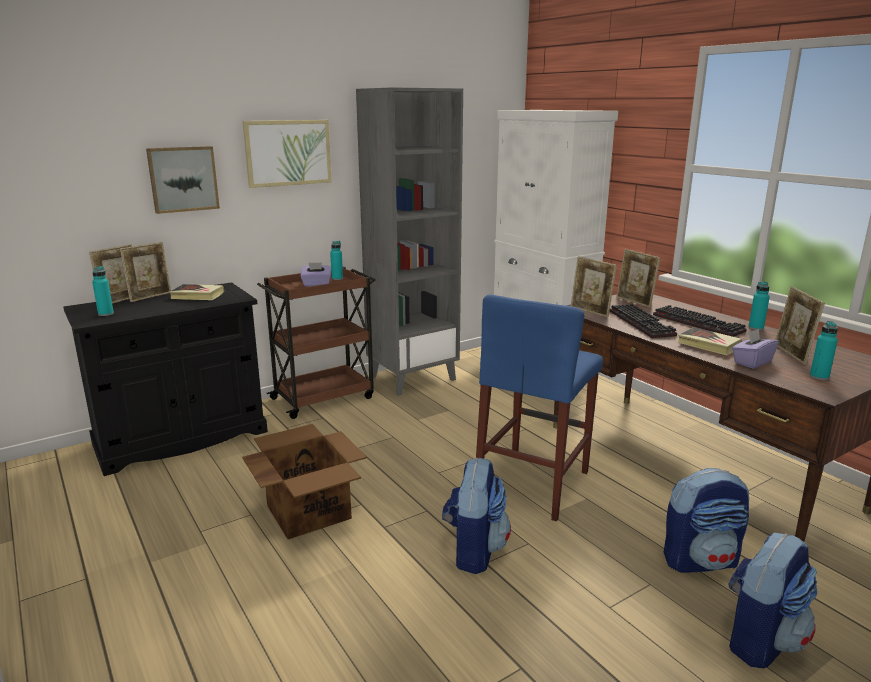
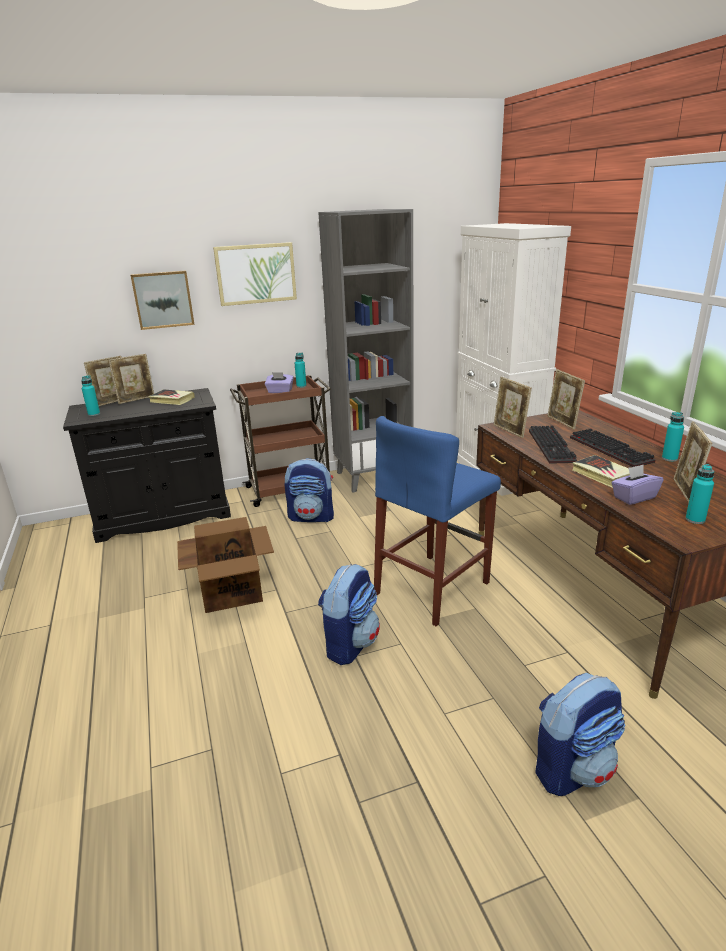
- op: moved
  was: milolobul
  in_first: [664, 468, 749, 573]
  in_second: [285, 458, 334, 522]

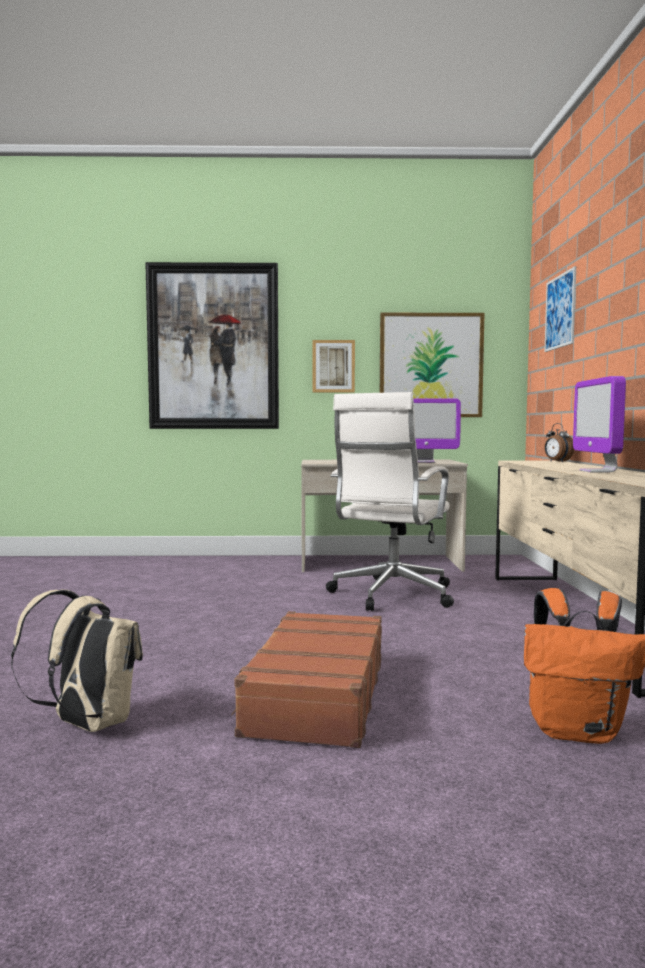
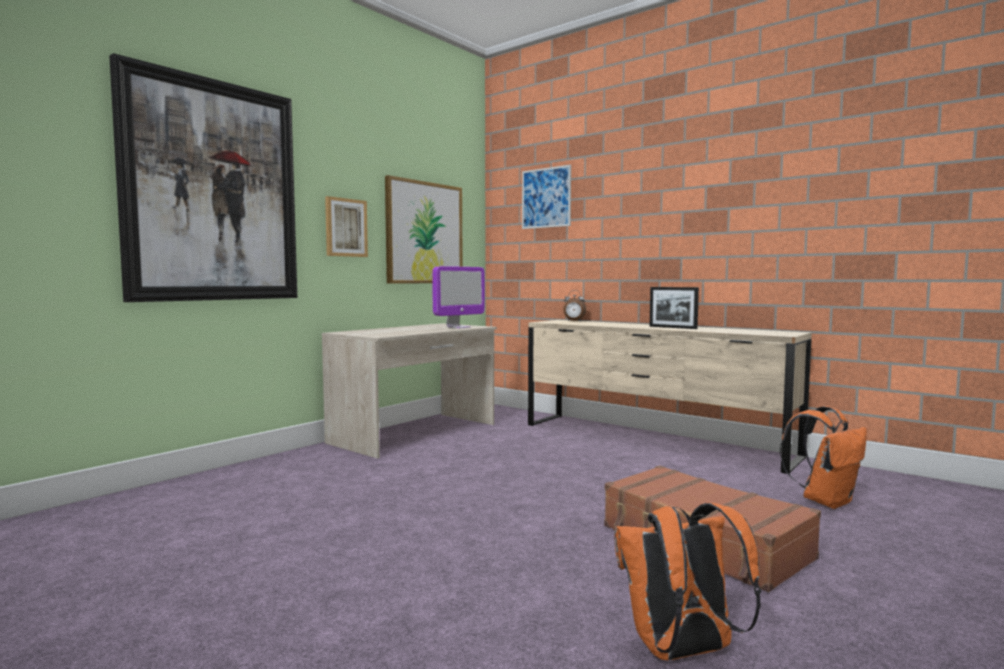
- op: removed
  was: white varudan
  in_first: [326, 392, 454, 611]
- op: replaced
  was: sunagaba
  now: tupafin
  in_first: [573, 376, 626, 472]
  in_second: [650, 287, 699, 329]
- op: recoloured
  was: beige milolobul
  now: orange milolobul
  in_first: [11, 590, 143, 732]
  in_second: [614, 502, 761, 661]

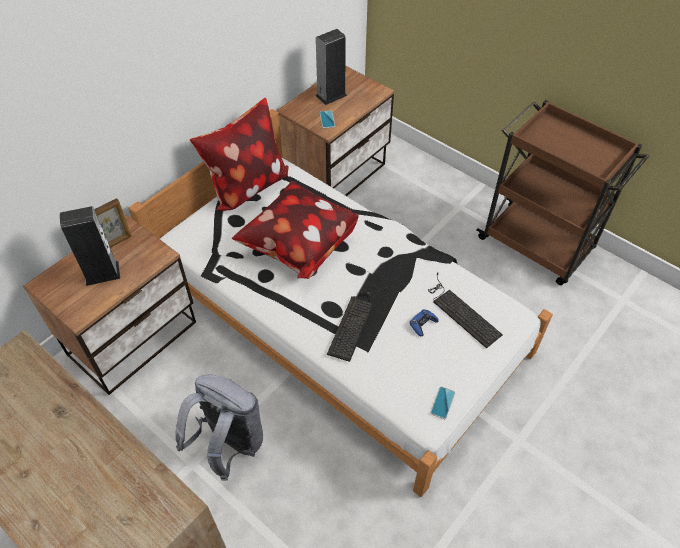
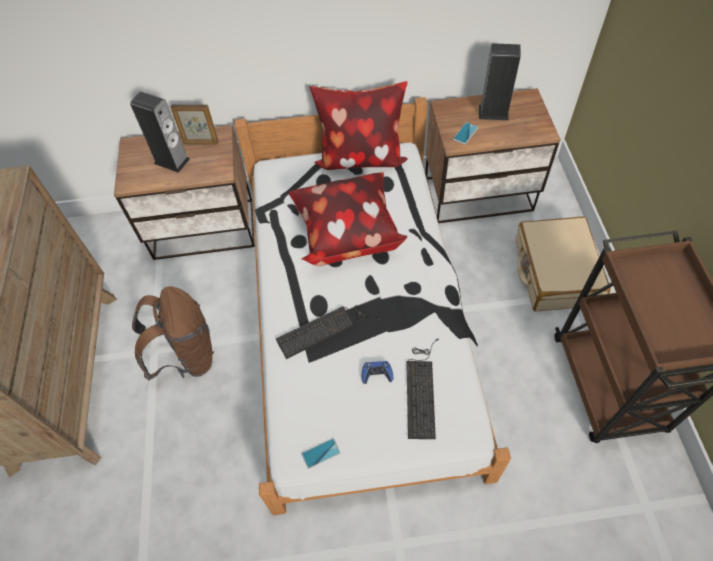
- op: added
  now: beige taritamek
  in_second: [515, 217, 611, 311]
- op: recoloured
  was: grey milolobul
  now: brown milolobul
  in_first: [175, 374, 263, 481]
  in_second: [132, 286, 214, 381]

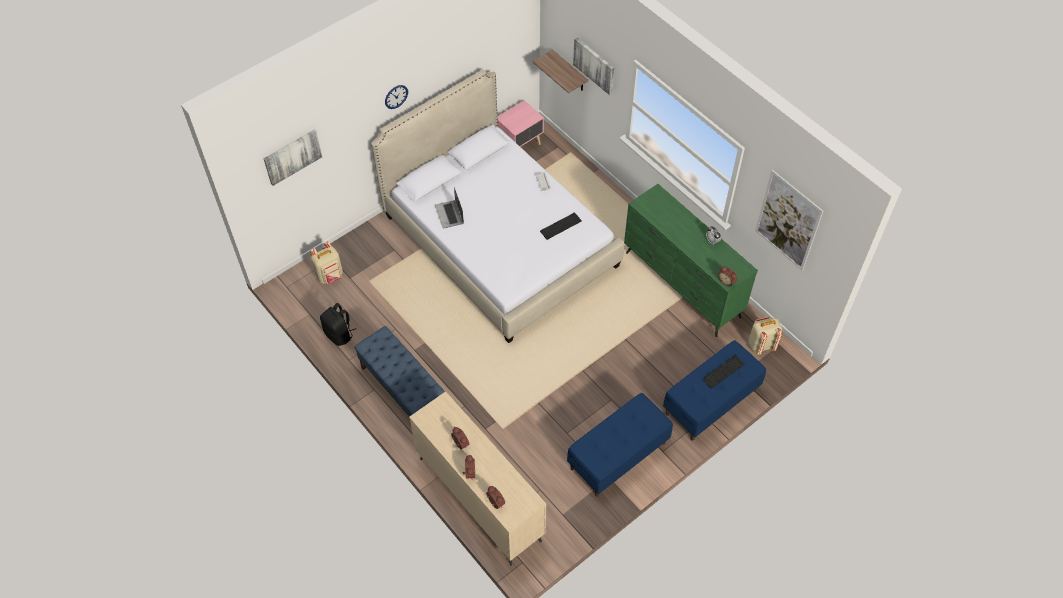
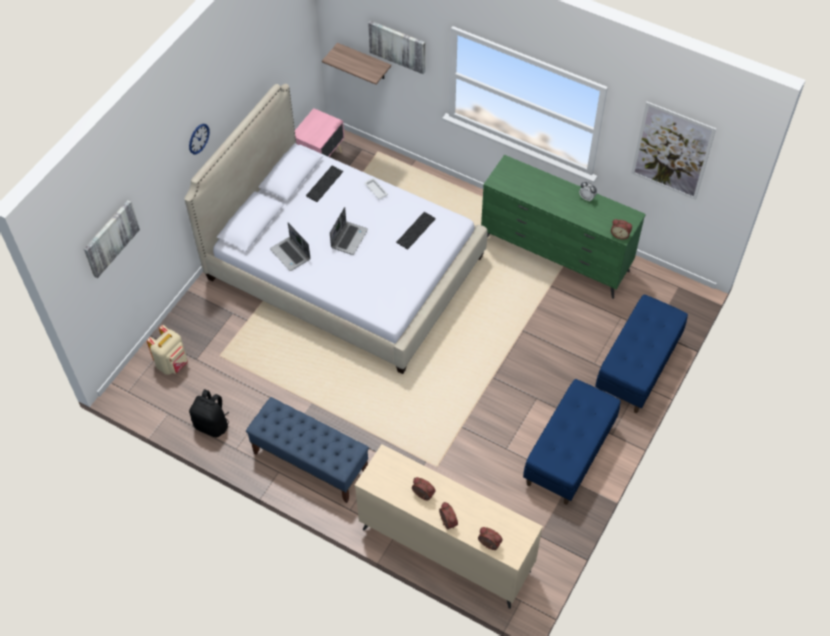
- op: removed
  was: beige milolobul
  in_first: [748, 317, 782, 355]
- op: added
  now: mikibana
  in_second: [330, 207, 368, 255]
- op: moved
  was: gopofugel
  in_first: [702, 355, 745, 389]
  in_second: [306, 166, 343, 202]

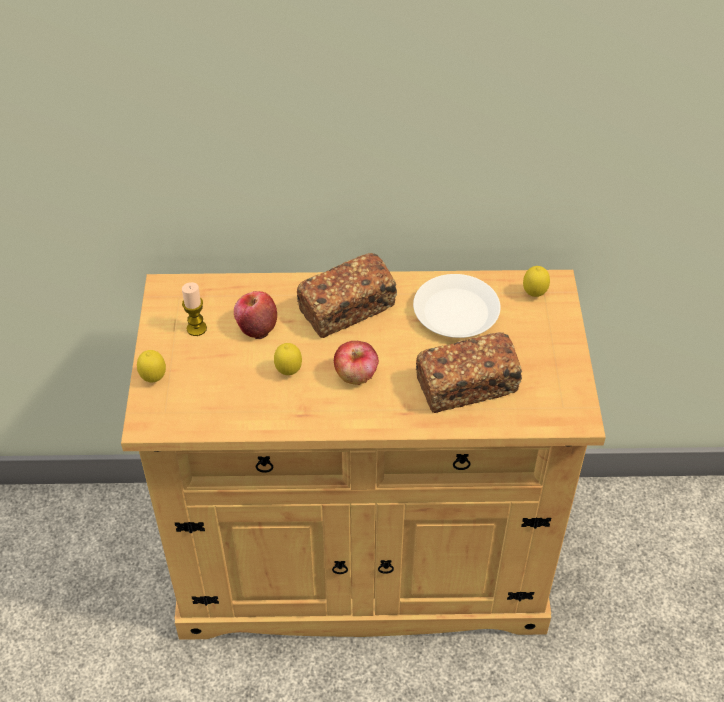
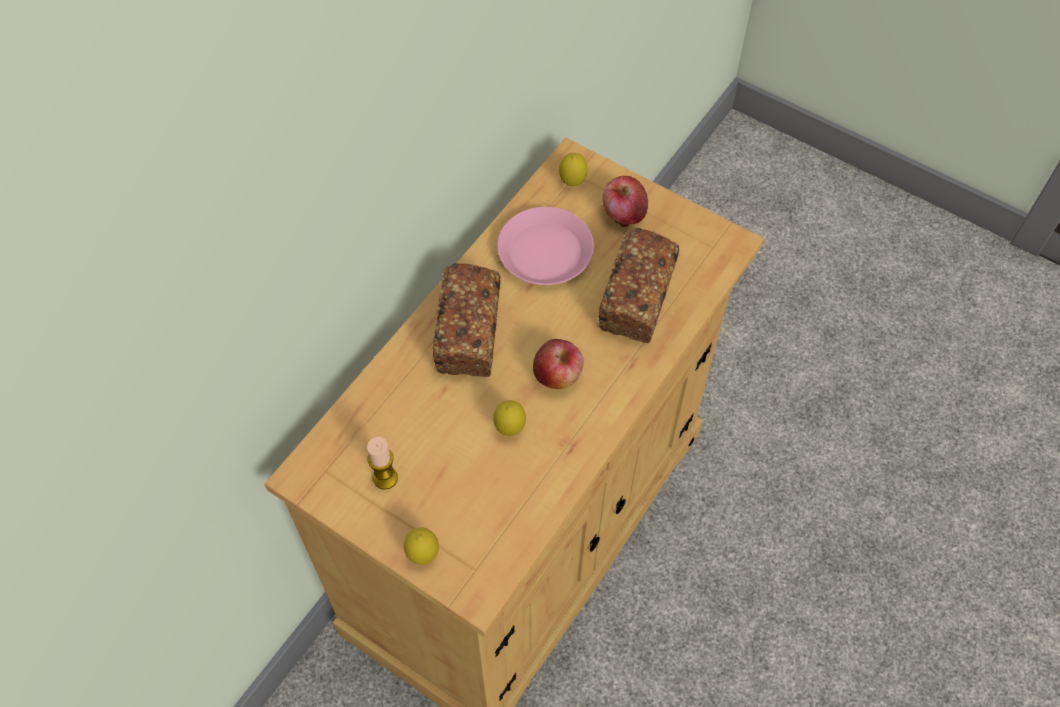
- op: moved
  was: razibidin
  in_first: [234, 291, 277, 339]
  in_second: [602, 176, 648, 227]
- op: recoloured
  was: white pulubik
  now: pink pulubik
  in_first: [413, 274, 501, 338]
  in_second: [497, 207, 594, 285]

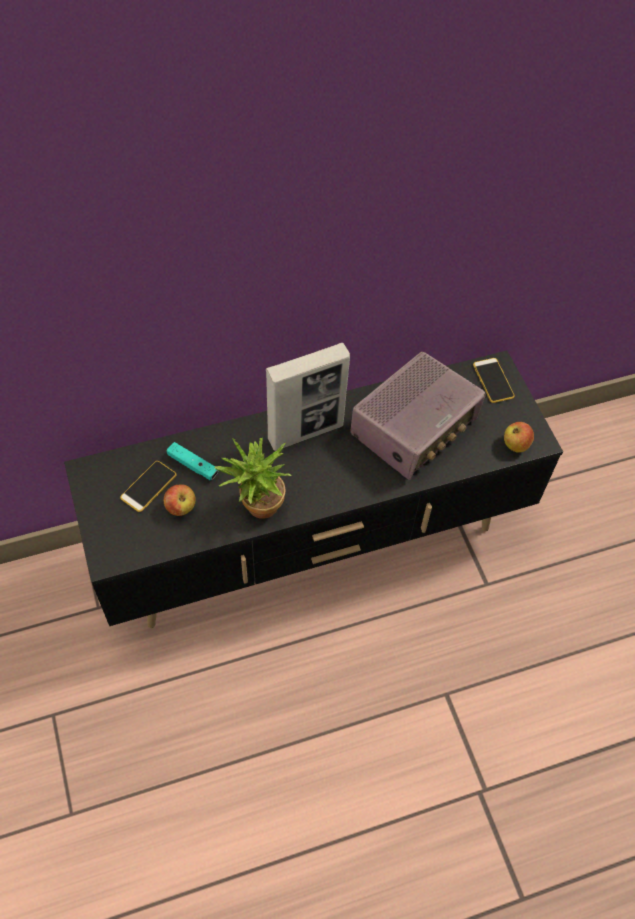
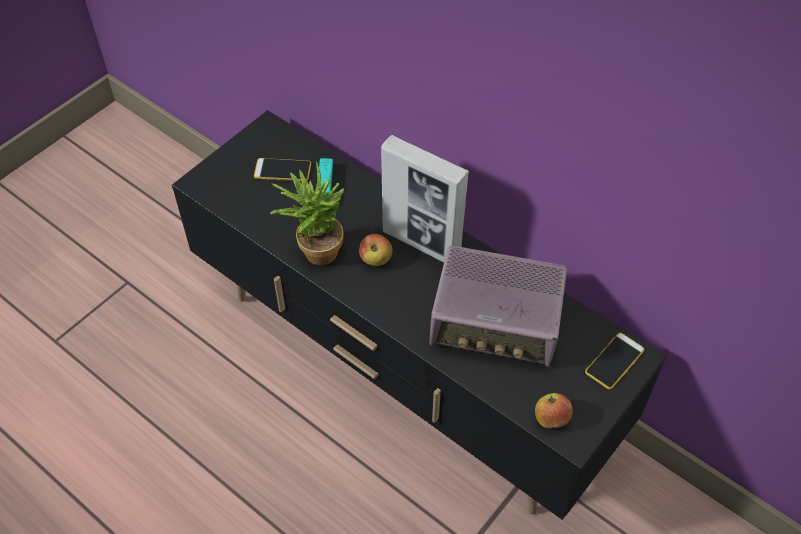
- op: moved
  was: razibidin
  in_first: [164, 485, 196, 516]
  in_second: [359, 234, 392, 266]

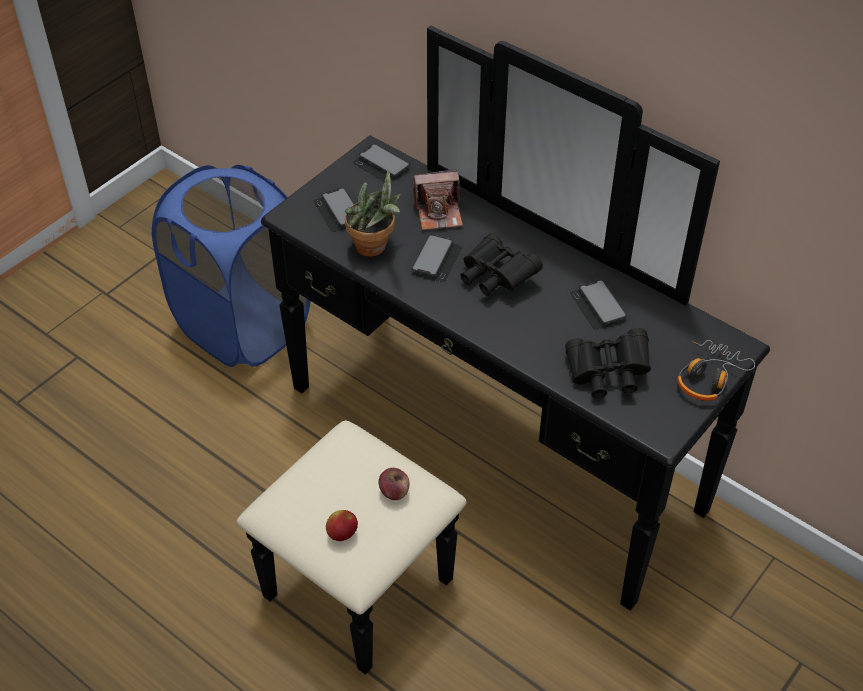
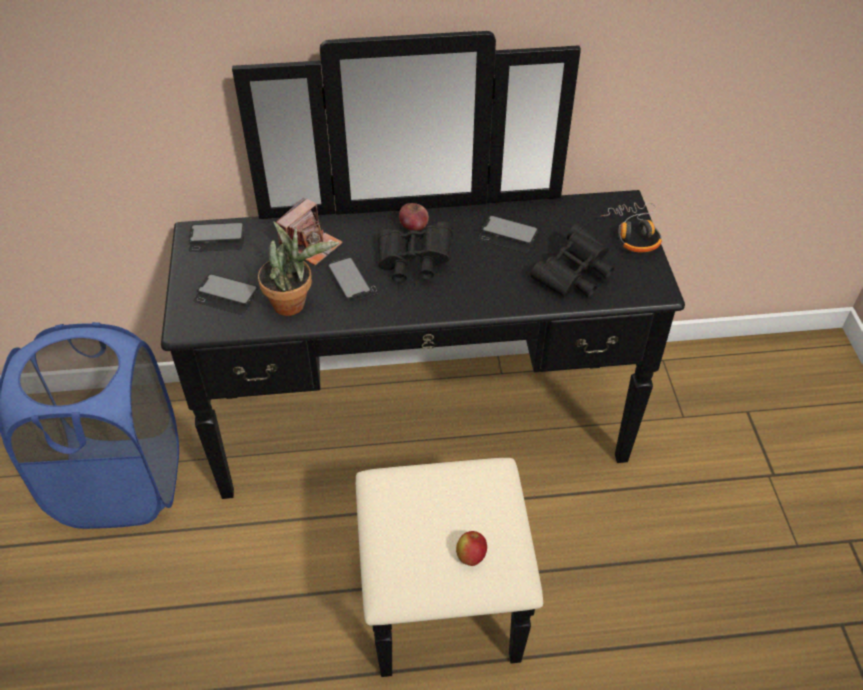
- op: moved
  was: razibidin
  in_first: [379, 468, 410, 500]
  in_second: [399, 203, 429, 231]

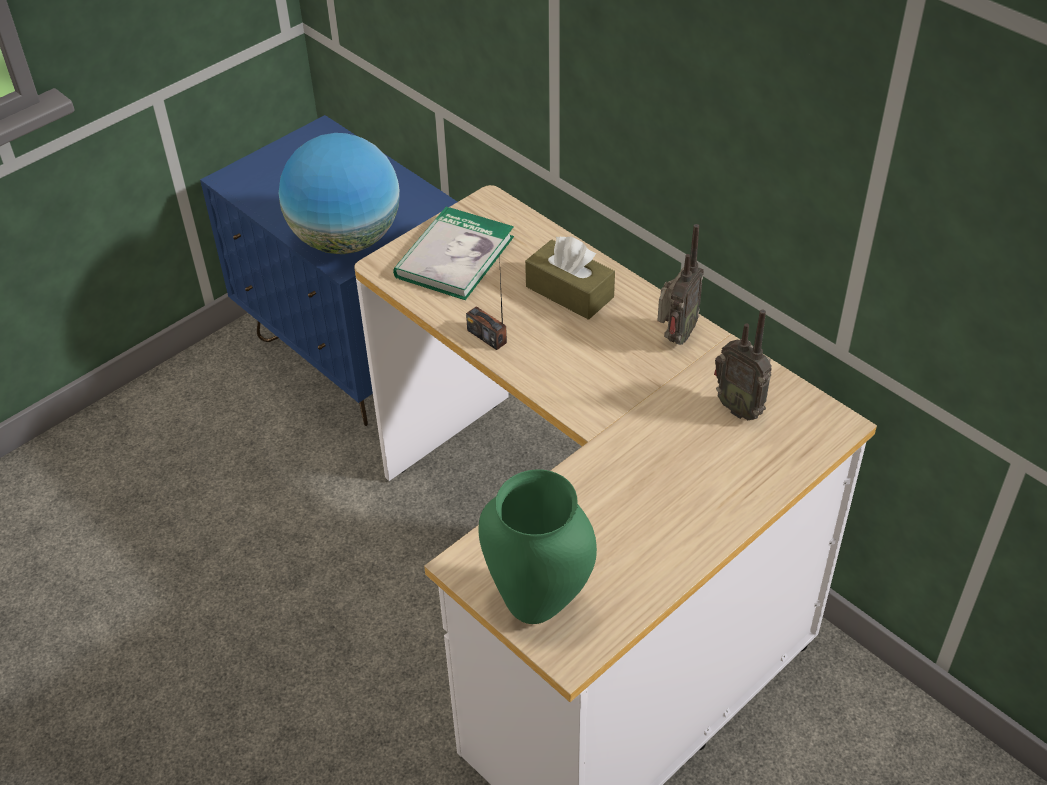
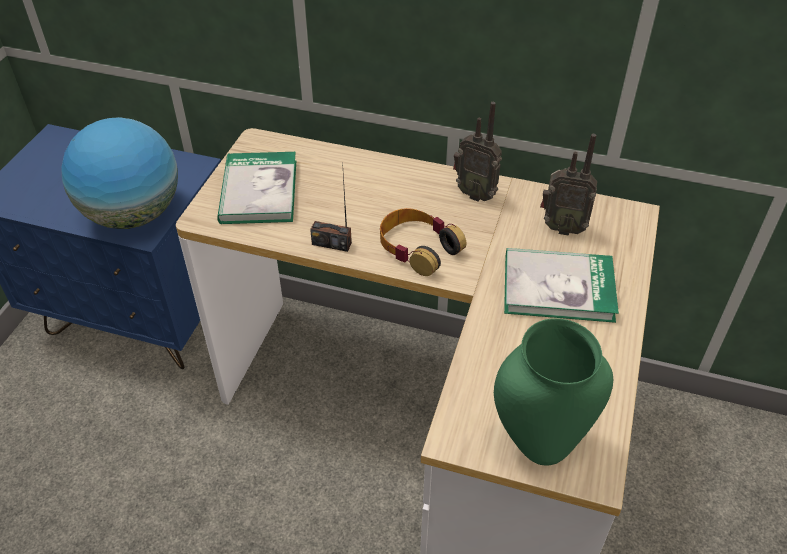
- op: removed
  was: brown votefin
  in_first: [525, 236, 615, 320]
- op: added
  now: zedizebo
  in_second: [380, 208, 466, 276]
- op: added
  now: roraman
  in_second: [504, 248, 619, 323]
- op: turned
  was: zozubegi
  in_first: [657, 224, 704, 345]
  in_second: [453, 102, 502, 201]
  clockwise: 120

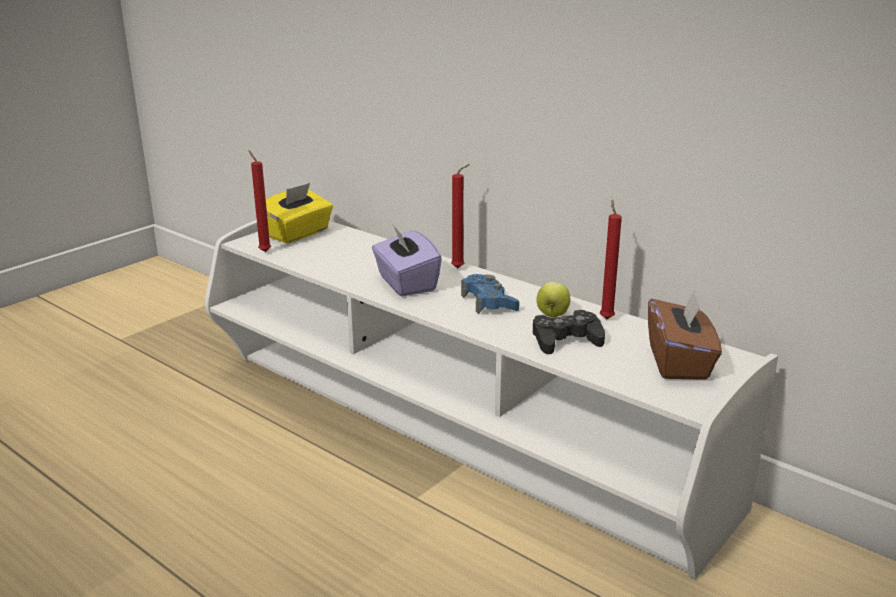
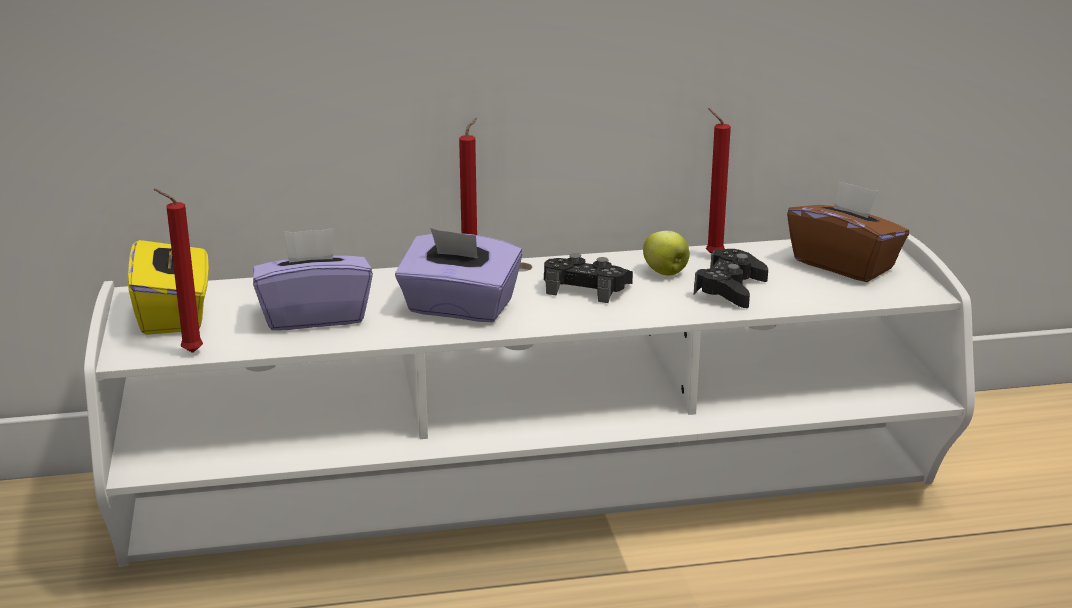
- op: added
  now: purple votefin
  in_second: [253, 228, 373, 331]
- op: recoloured
  was: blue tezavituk
  now: black tezavituk
  in_first: [461, 274, 519, 314]
  in_second: [544, 253, 633, 303]

